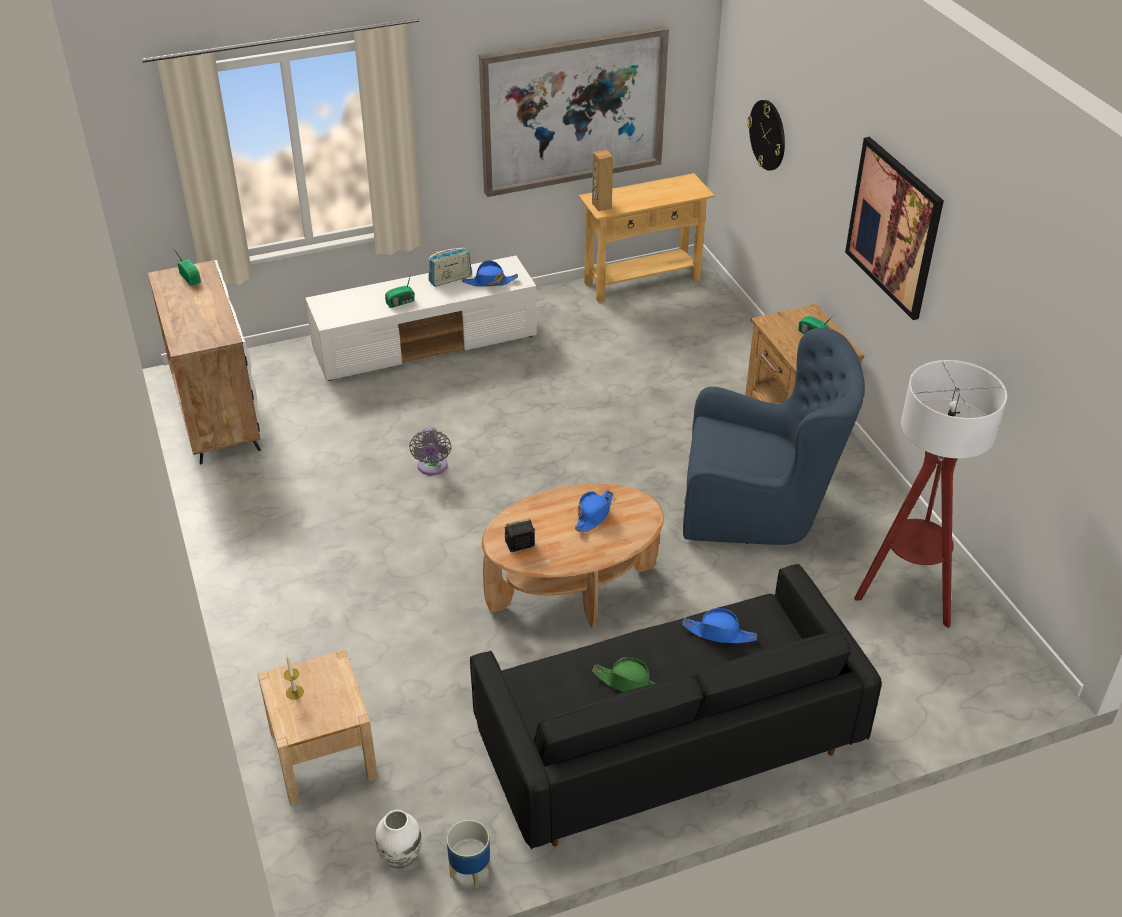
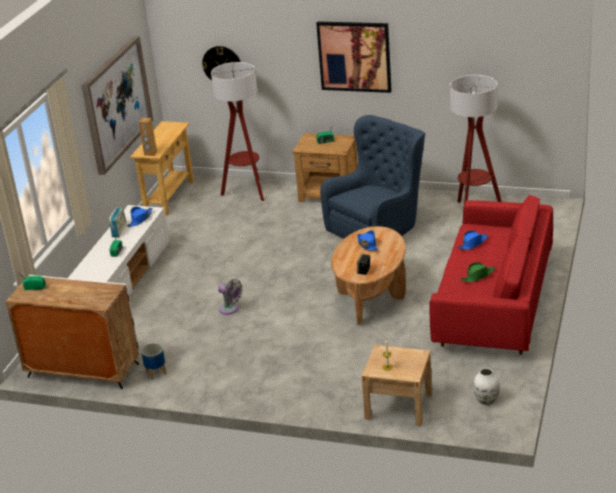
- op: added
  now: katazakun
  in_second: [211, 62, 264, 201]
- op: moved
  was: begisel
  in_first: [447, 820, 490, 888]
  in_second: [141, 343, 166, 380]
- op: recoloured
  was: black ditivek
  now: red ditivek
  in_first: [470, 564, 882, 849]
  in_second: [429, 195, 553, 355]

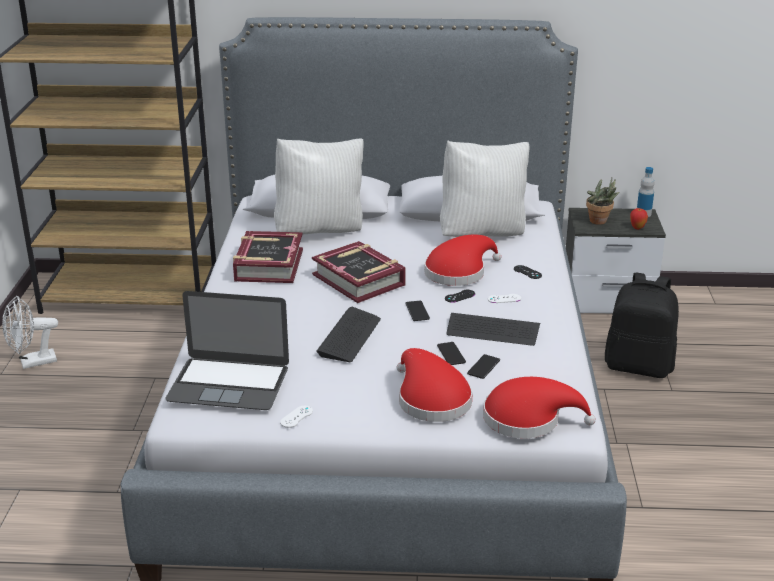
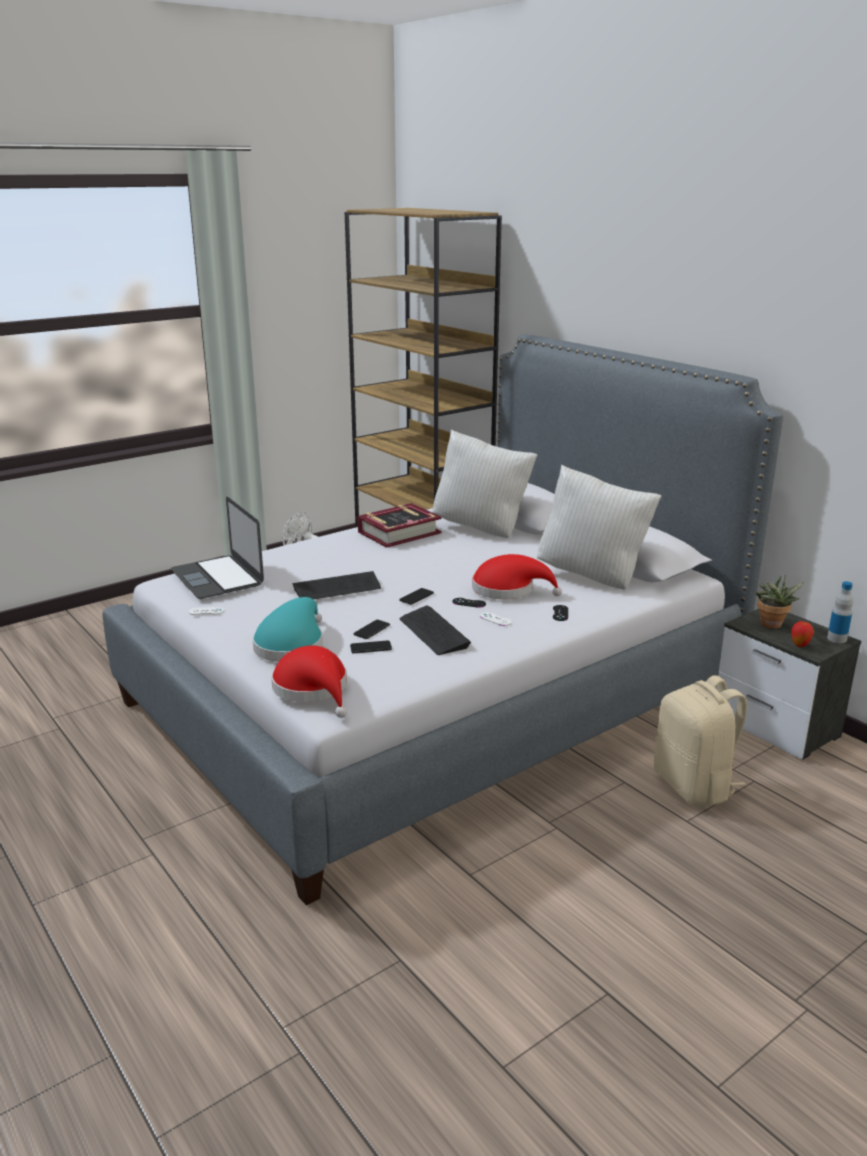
- op: removed
  was: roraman
  in_first: [312, 241, 406, 303]
- op: recoloured
  was: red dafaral
  now: turquoise dafaral
  in_first: [397, 348, 473, 422]
  in_second: [252, 597, 323, 662]
- op: recoloured
  was: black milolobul
  now: beige milolobul
  in_first: [605, 273, 679, 378]
  in_second: [654, 675, 748, 807]

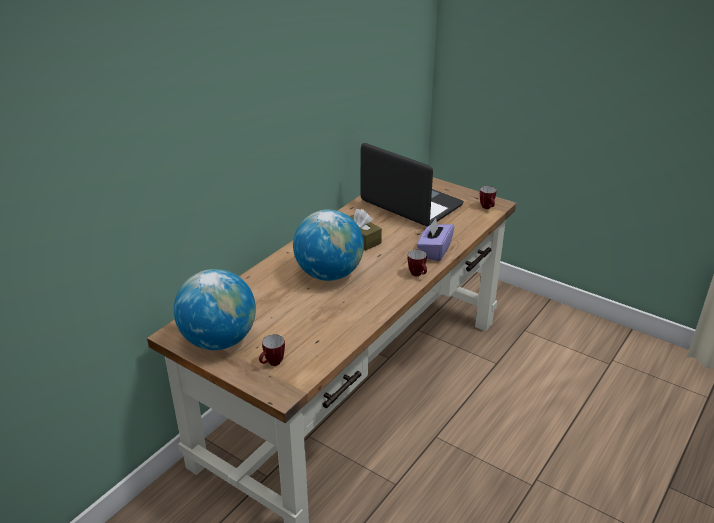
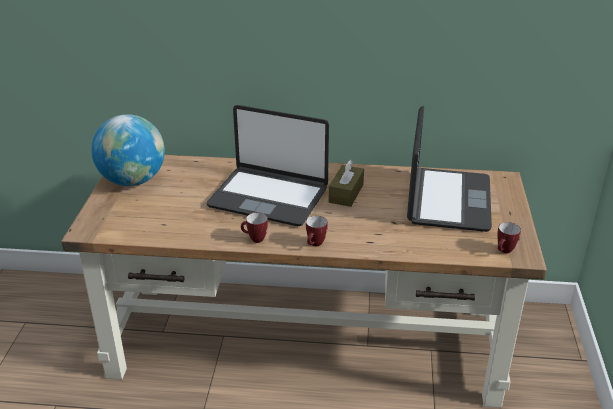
- op: removed
  was: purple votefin
  in_first: [417, 218, 454, 261]
- op: moved
  was: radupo
  in_first: [259, 334, 285, 366]
  in_second: [241, 212, 268, 243]
- op: replaced
  was: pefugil
  now: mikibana
  in_first: [293, 210, 364, 281]
  in_second: [206, 105, 329, 226]

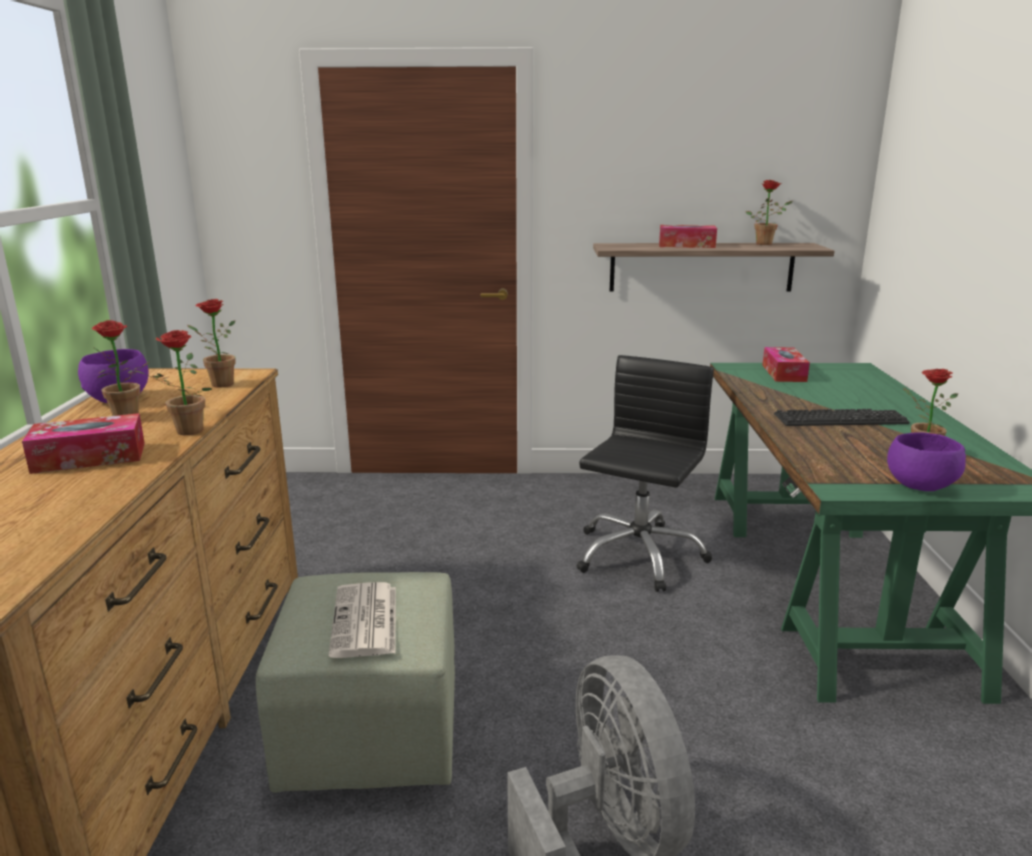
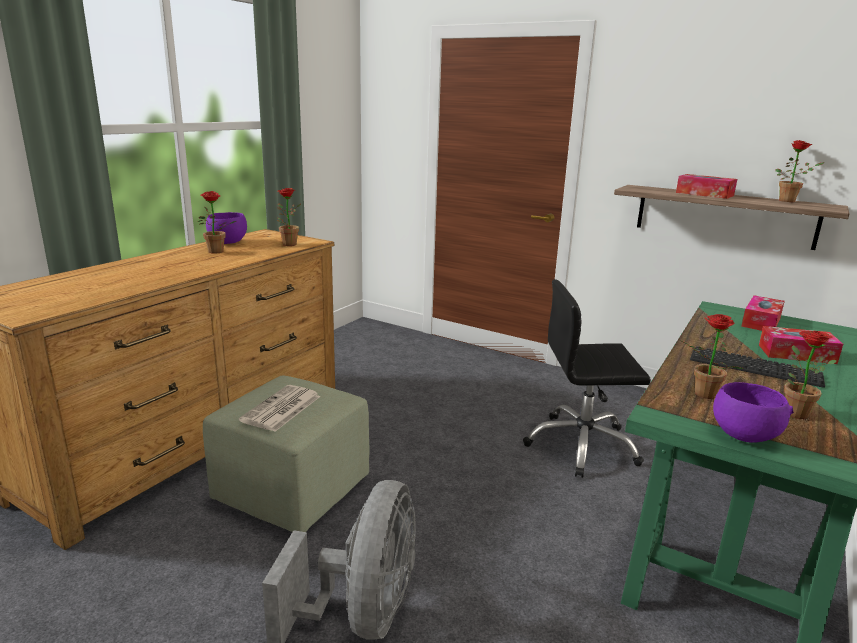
- op: moved
  was: votefin
  in_first: [22, 413, 145, 474]
  in_second: [759, 326, 843, 364]
- op: moved
  was: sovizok
  in_first: [132, 330, 212, 435]
  in_second: [680, 314, 744, 399]
- op: turned
  was: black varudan
  in_first: [576, 355, 714, 592]
  in_second: [523, 279, 651, 478]
  clockwise: -150

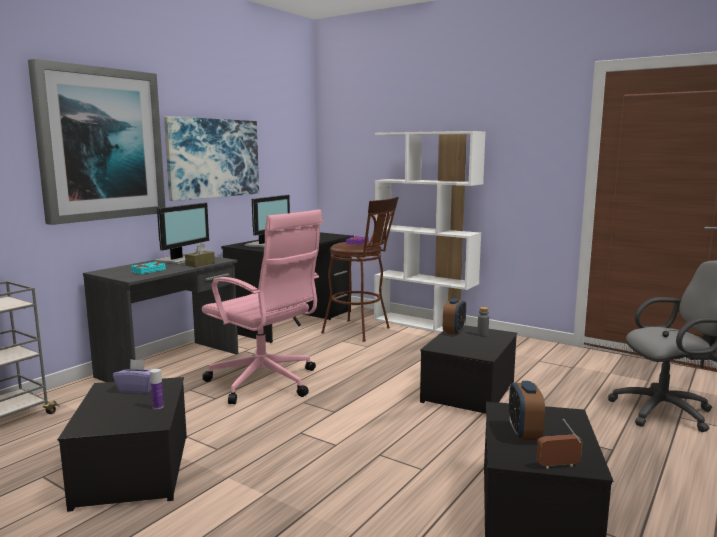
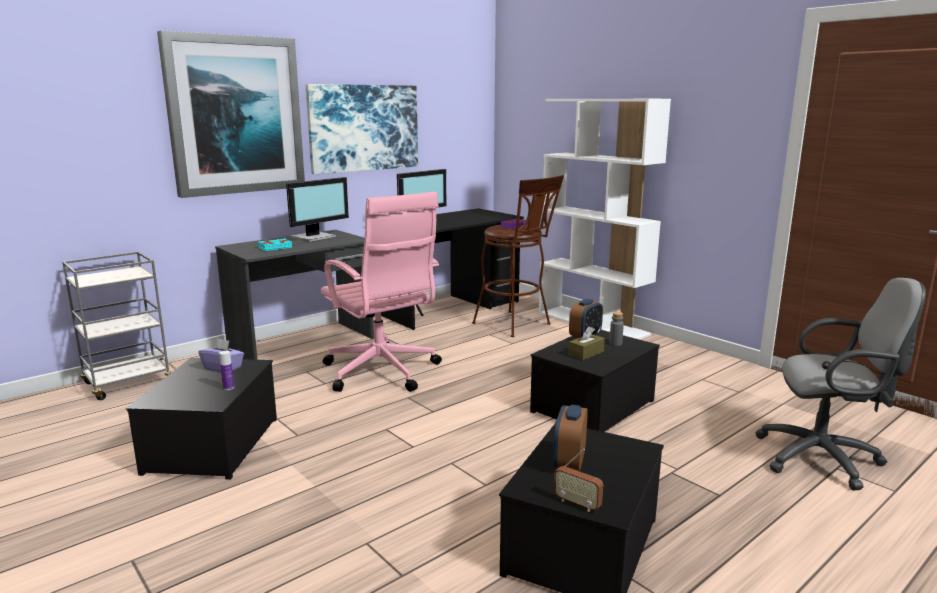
- op: moved
  was: brown votefin
  in_first: [185, 242, 215, 267]
  in_second: [568, 326, 605, 361]
- op: turned
  was: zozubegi
  in_first: [536, 419, 582, 469]
  in_second: [554, 449, 603, 512]
  clockwise: -150

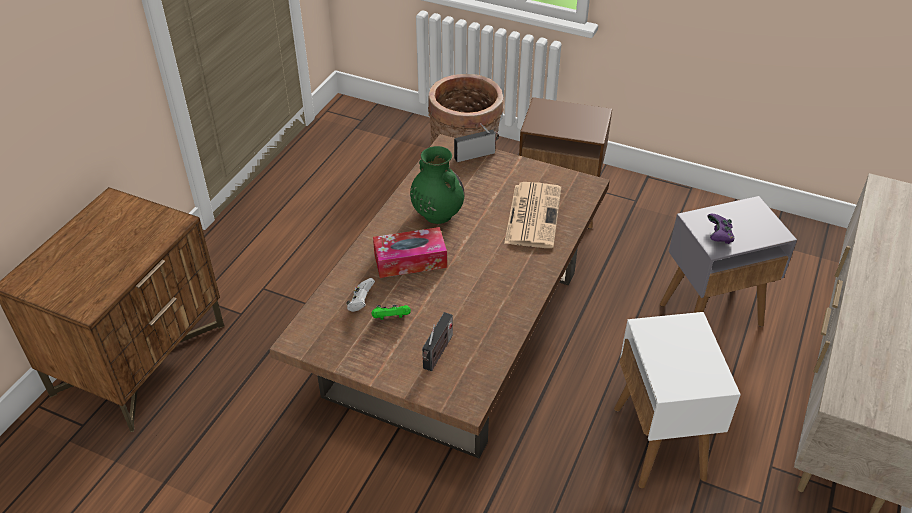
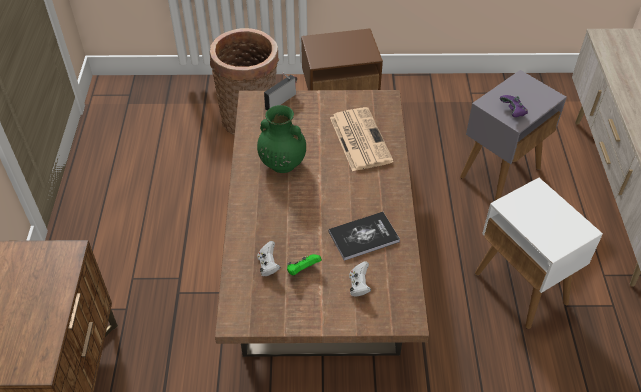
- op: removed
  was: votefin
  in_first: [373, 227, 447, 278]
- op: added
  now: roraman
  in_second: [329, 212, 400, 261]
- op: replaced
  was: zozubegi
  now: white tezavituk
  in_first: [422, 312, 453, 371]
  in_second: [349, 261, 371, 297]

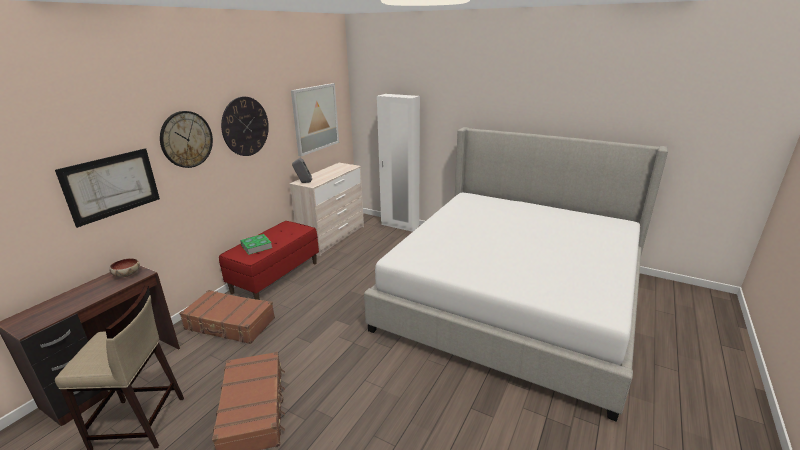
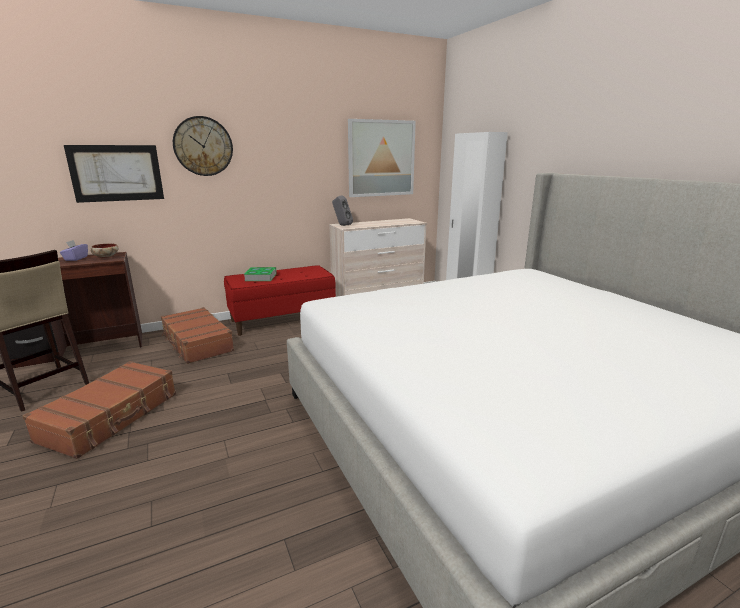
- op: removed
  was: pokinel
  in_first: [221, 97, 269, 156]
- op: added
  now: purple votefin
  in_second: [60, 240, 88, 261]

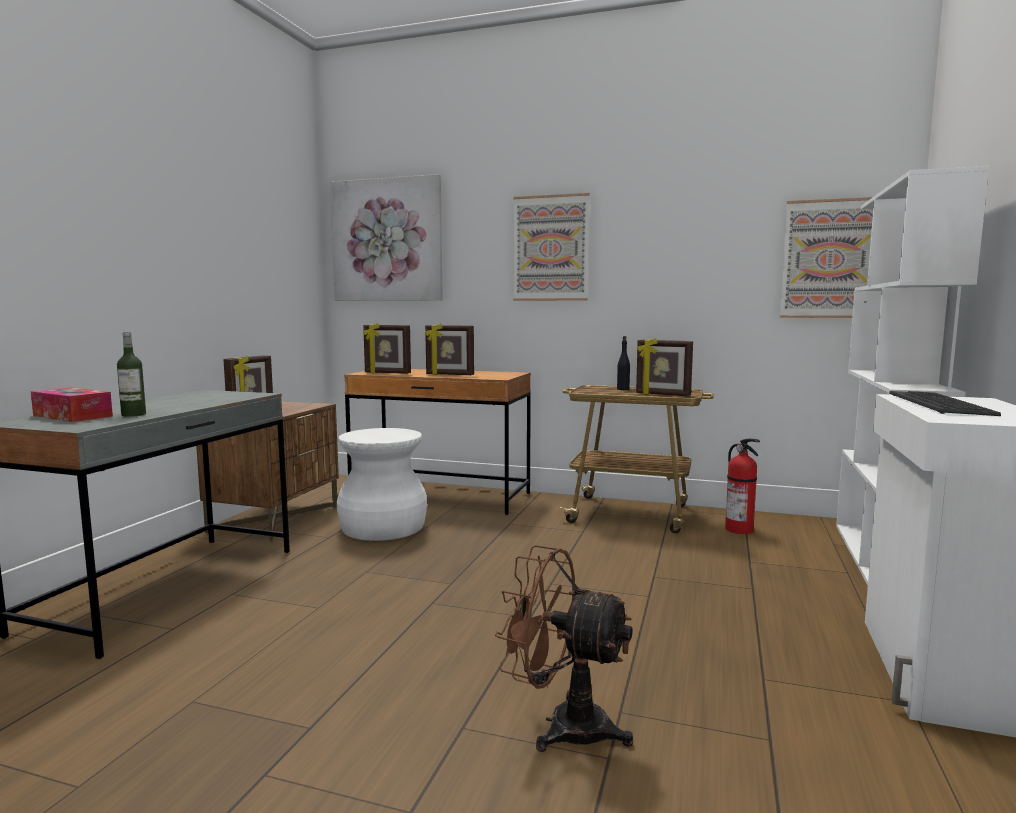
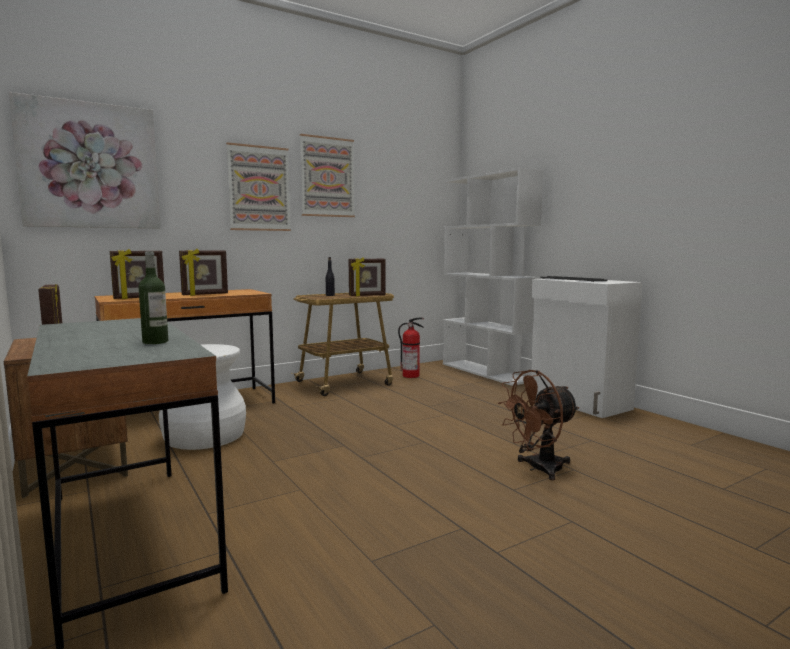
- op: removed
  was: votefin
  in_first: [31, 388, 113, 422]
- op: moved
  was: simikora
  in_first: [780, 197, 873, 318]
  in_second: [300, 134, 355, 217]

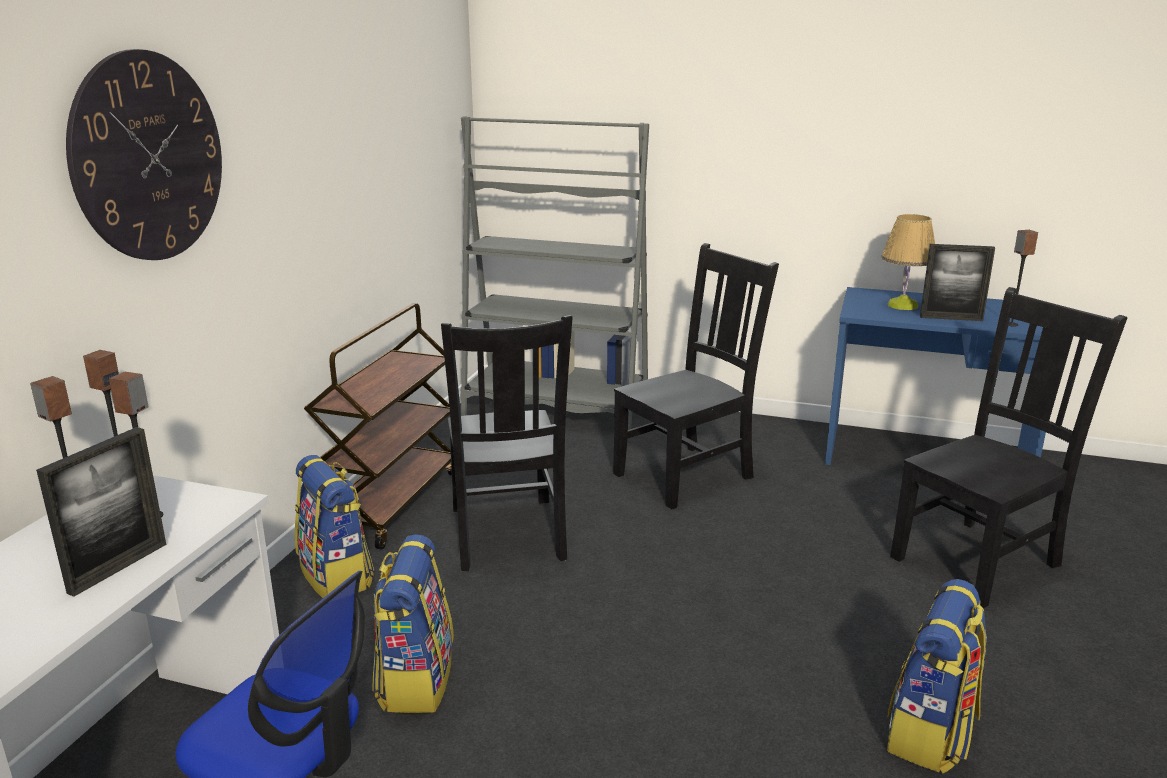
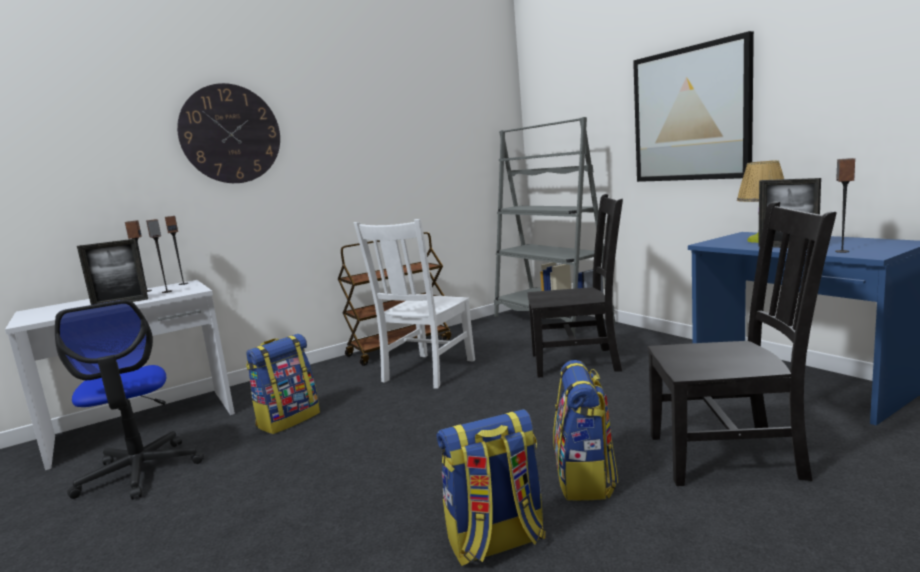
- op: added
  now: simikora
  in_second: [633, 31, 754, 182]
- op: moved
  was: milolobul
  in_first: [295, 455, 374, 598]
  in_second: [553, 360, 618, 501]
- op: recoloured
  was: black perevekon
  now: white perevekon
  in_first: [441, 315, 573, 571]
  in_second: [354, 219, 475, 389]

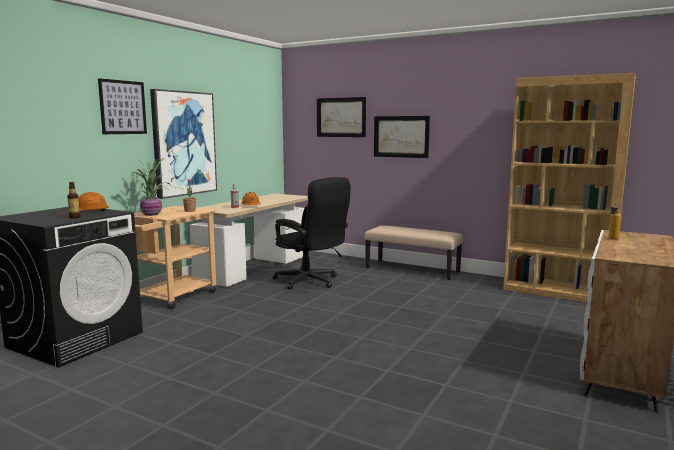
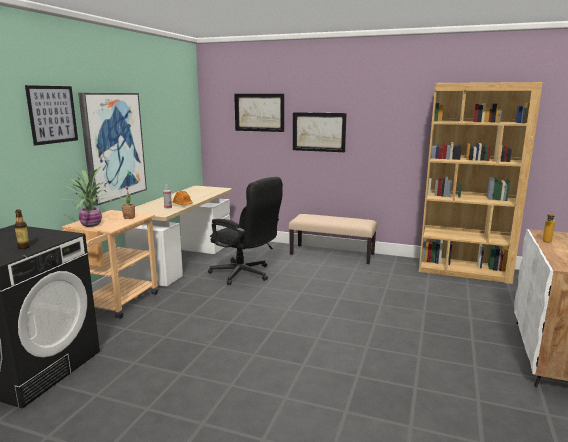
- op: removed
  was: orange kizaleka
  in_first: [78, 192, 109, 212]

